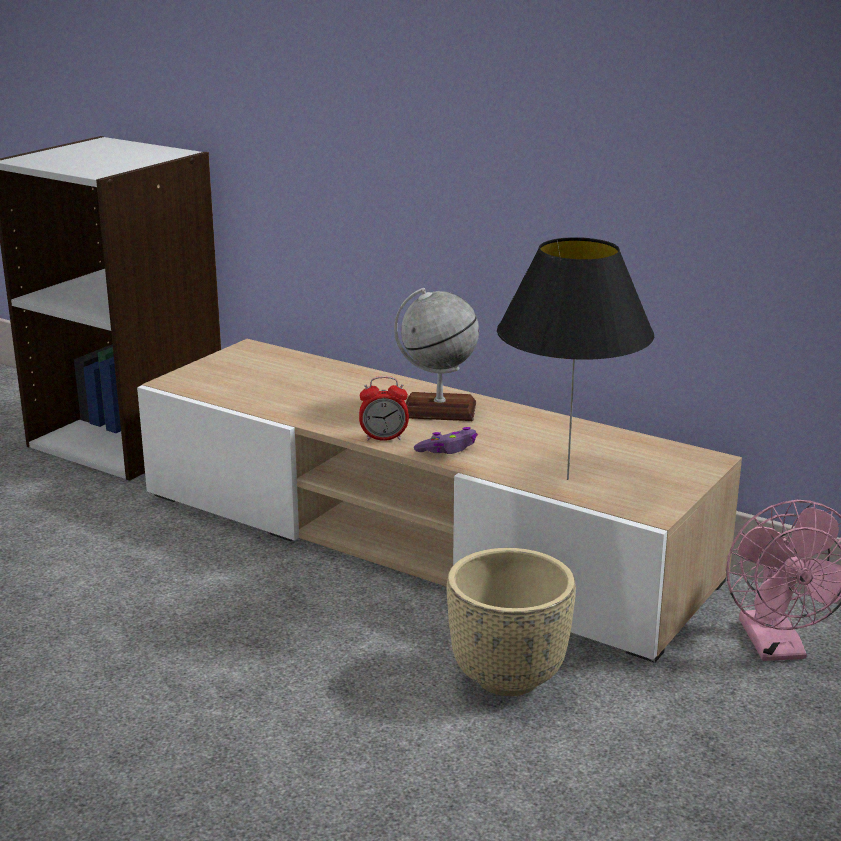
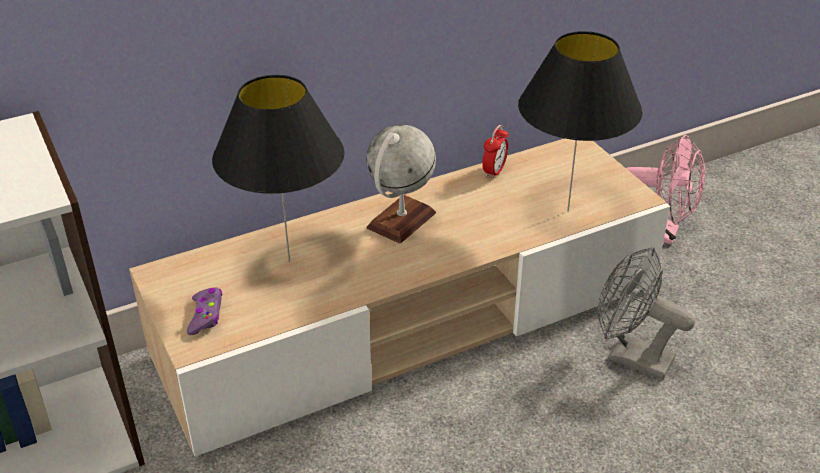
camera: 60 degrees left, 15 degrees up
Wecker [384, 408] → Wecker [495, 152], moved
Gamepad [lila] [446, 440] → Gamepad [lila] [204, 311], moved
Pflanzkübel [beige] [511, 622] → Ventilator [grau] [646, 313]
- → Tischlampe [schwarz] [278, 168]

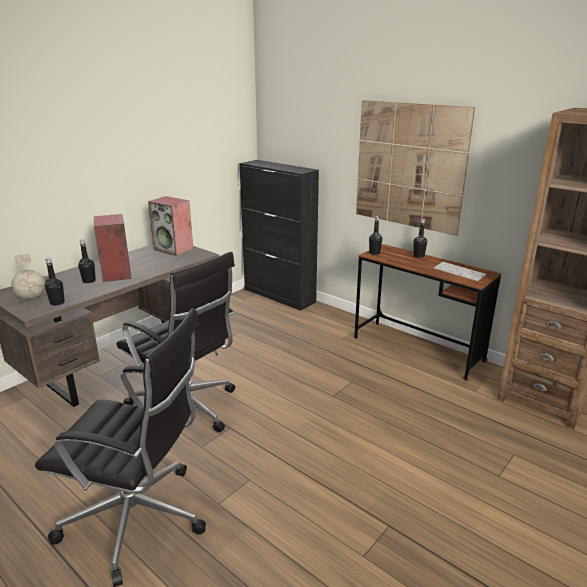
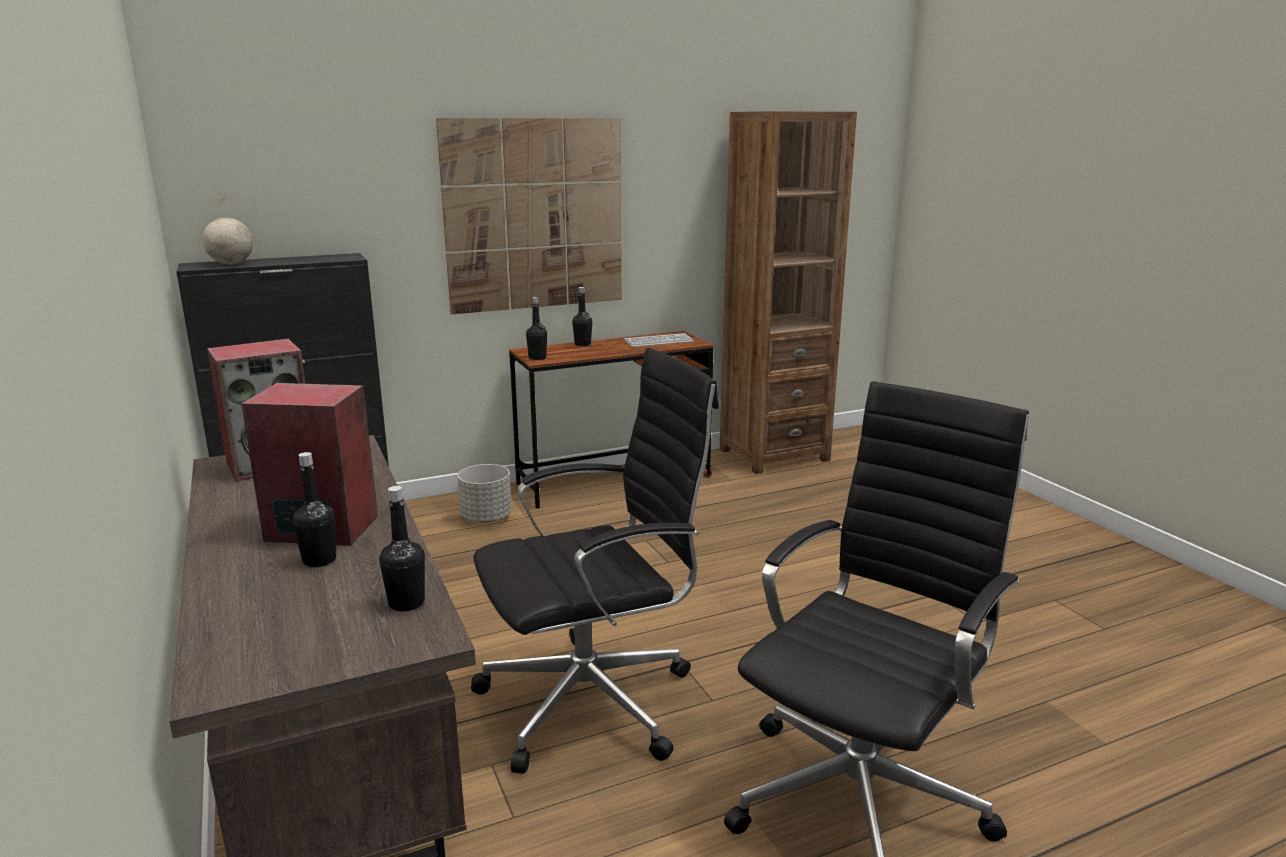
camera: 65 degrees left, 5 degrees down
Globus [28, 276] → Globus [228, 228], moved
- → Pflanzkübel [grau] [484, 493]

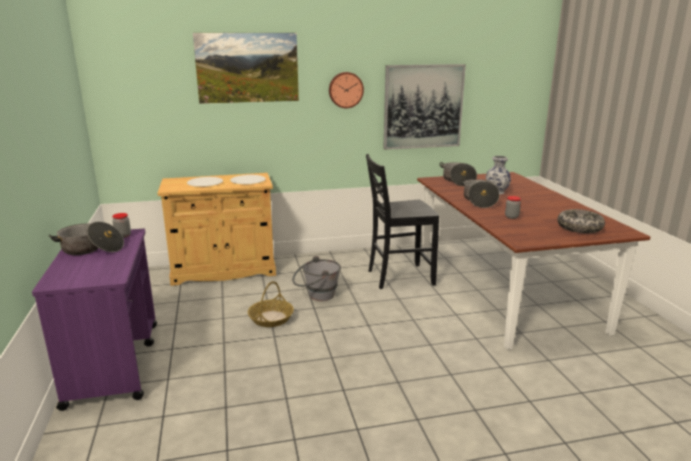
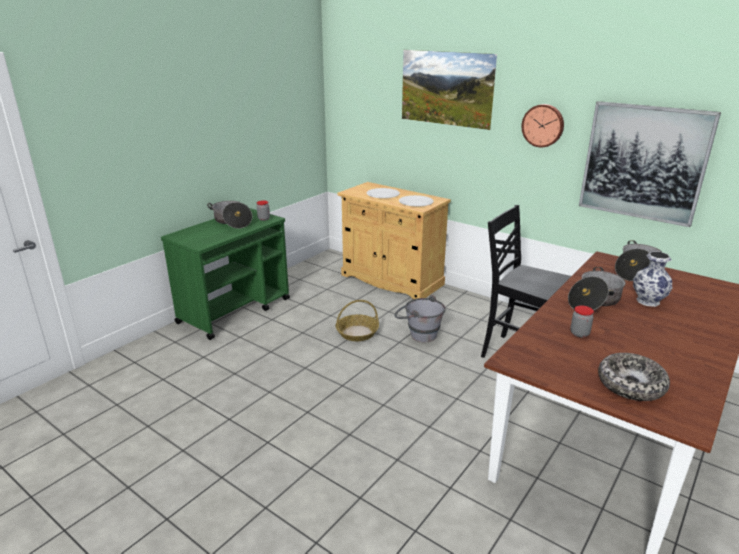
camera: 50 degrees right, 5 degrees up
Rollwagen [lila] [94, 320] → Rollwagen [grün] [225, 274]

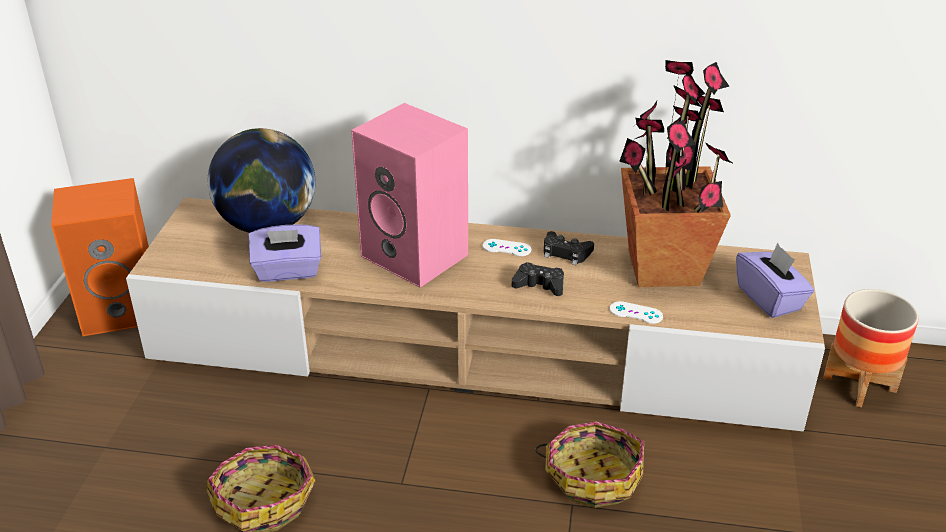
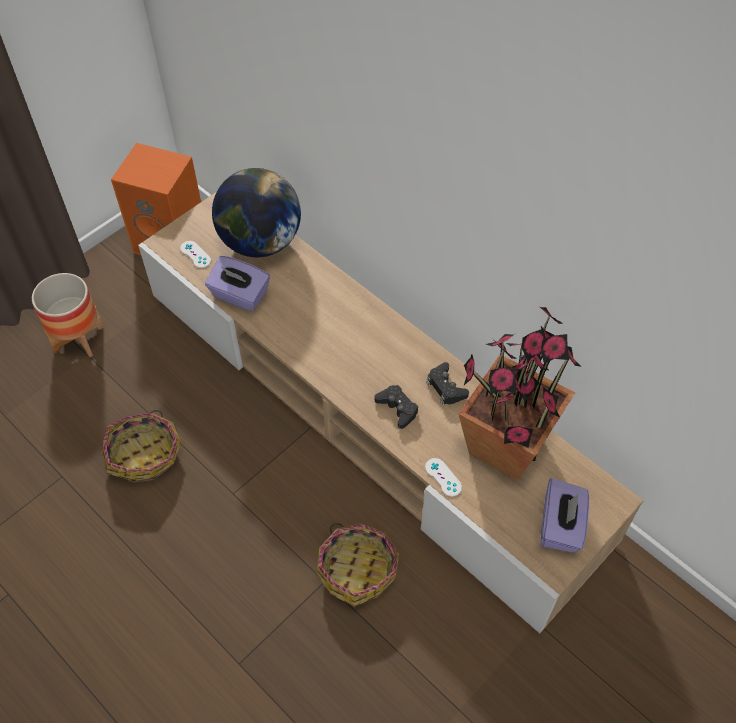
camera: 35 degrees right, 20 degrees up
Lautsprecher [rosa] [409, 195] → -
Gamepad [weiß] [507, 247] → Gamepad [weiß] [195, 254], moved
Pflanzkübel [871, 348] → Pflanzkübel [68, 315], moved

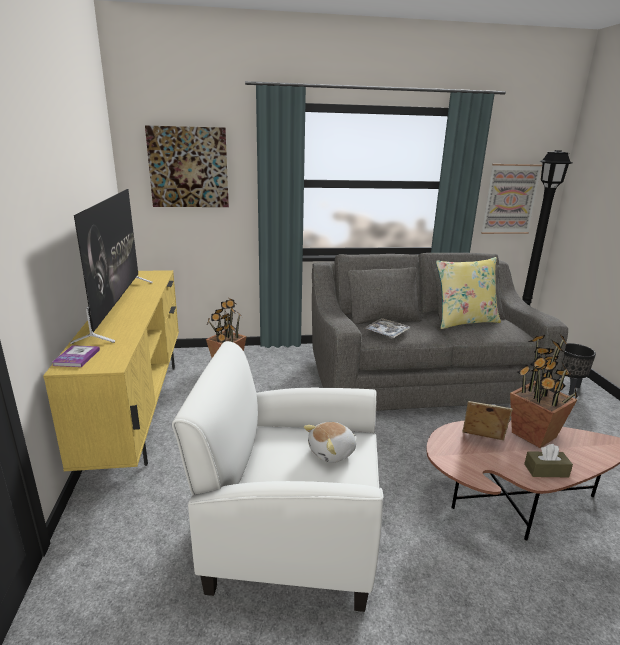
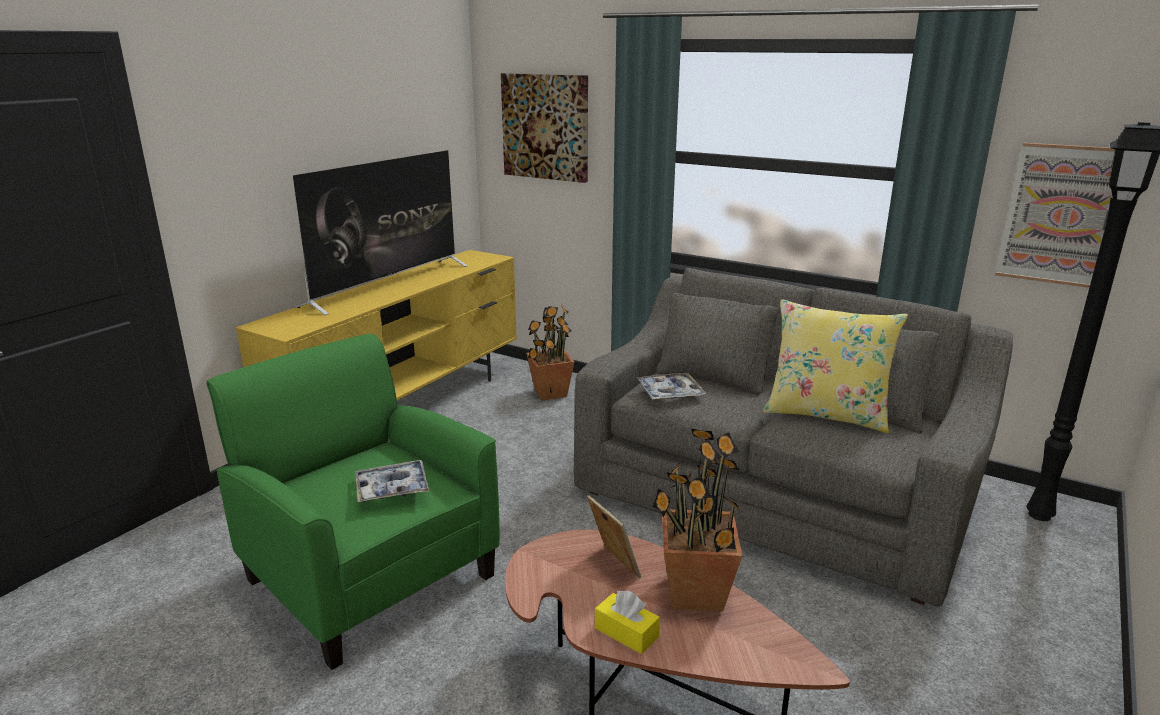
camera: 40 degrees right, 0 degrees up
Sessel [weiß] [277, 476] → Sessel [grün] [353, 502]
Pflanzkübel [schwarz] [577, 369] → -
Buch [76, 356] → -
Plüschtier [330, 442] → Tablett [392, 481]
Taschentuchbox [braun] [548, 460] → Taschentuchbox [gelb] [627, 622]

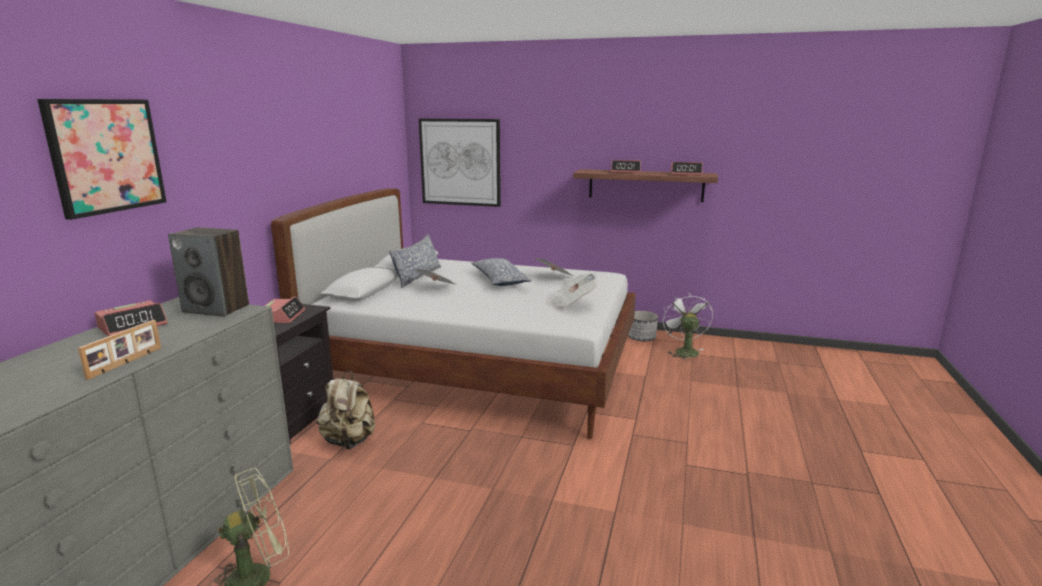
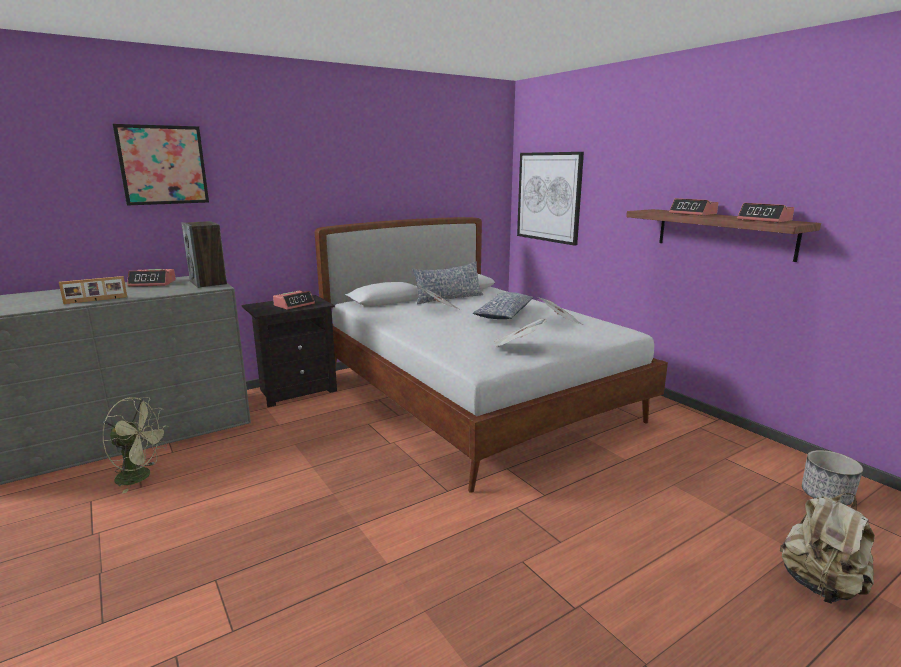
camera: 40 degrees right, 0 degrees up
Ventilator [weiß] [687, 326] → -
Pflanzkübel [643, 326] → Pflanzkübel [832, 477], moved
Rucksack [beige] [346, 410] → Rucksack [beige] [827, 548], moved

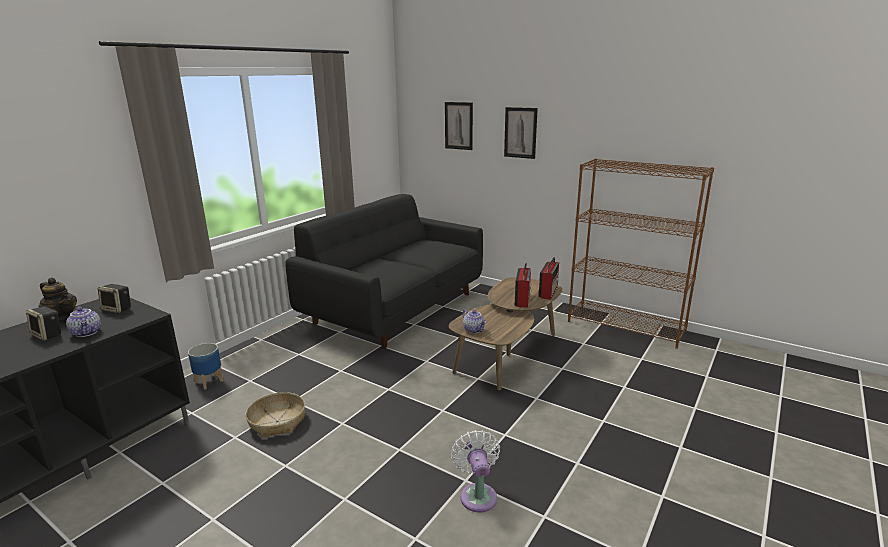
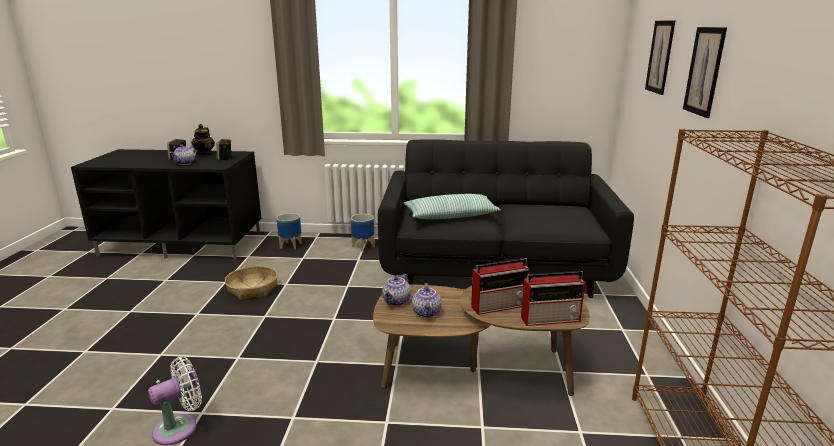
camera: 60 degrees right, 0 degrees up
- → Kissen [452, 206]
- → Pflanzkübel [363, 232]
- → Teekanne [427, 300]

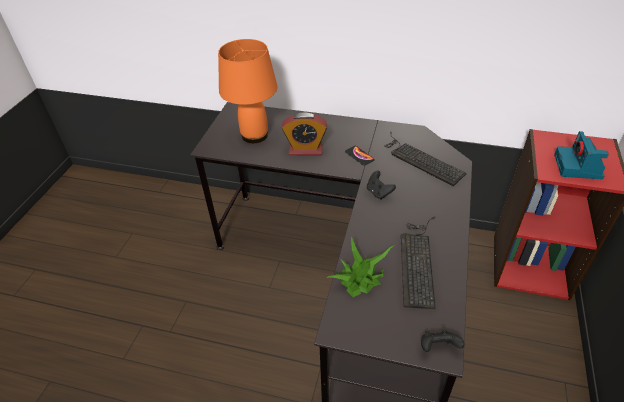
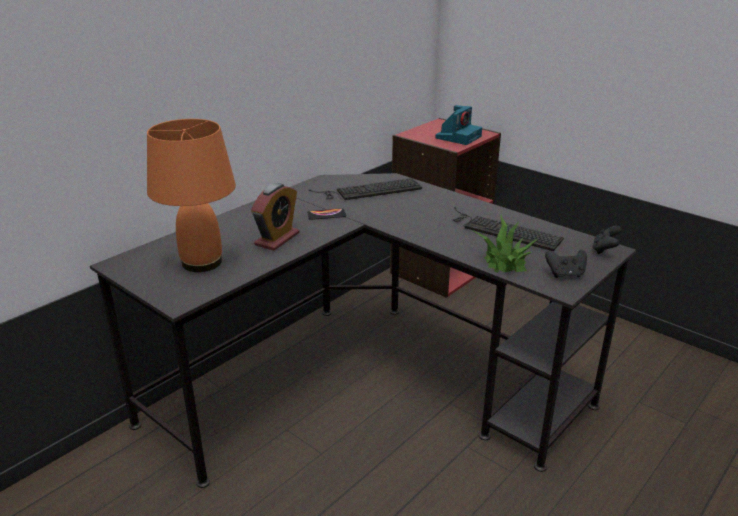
camera: 65 degrees left, 15 degrees down
Kamera [581, 155] → Kamera [459, 125], 90 degrees counterclockwise
Gamepad [schwarz] [381, 185] → Gamepad [schwarz] [566, 263], moved

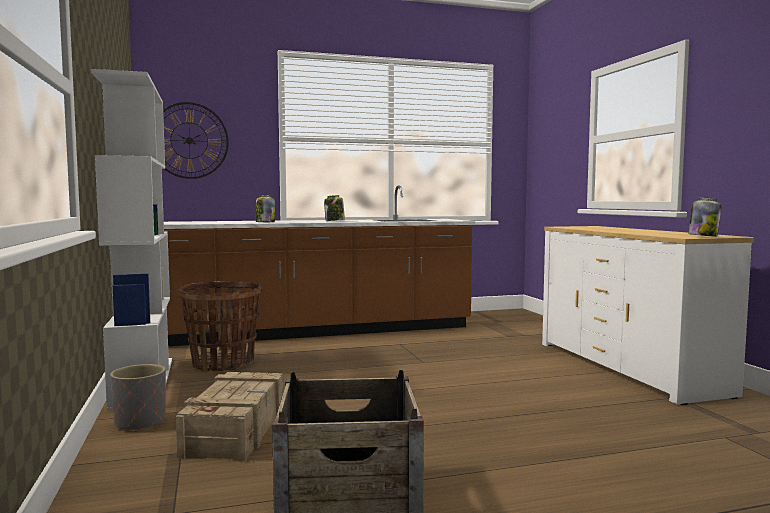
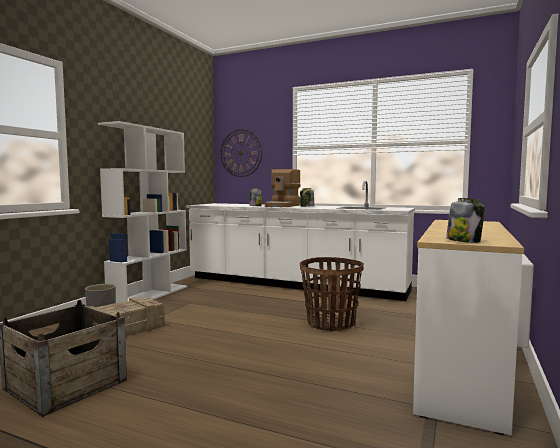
camera: 40 degrees right, 0 degrees up
Küchenzeile [braun] [319, 265] → Küchenzeile [weiß] [300, 240]
Korb [220, 326] → Korb [332, 294], moved
- → Kaffeemaschine [283, 188]

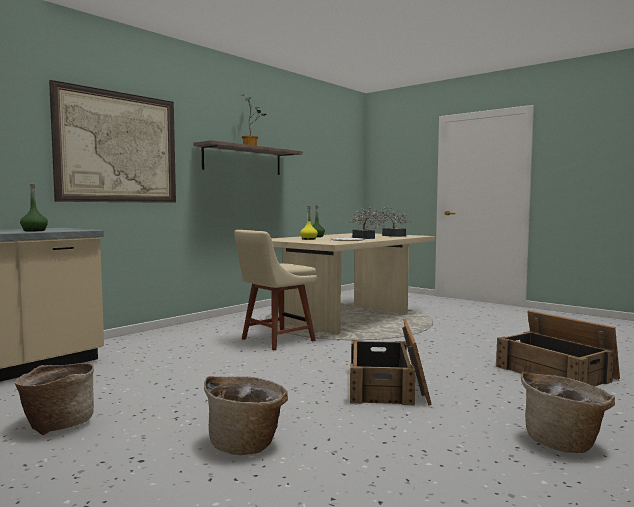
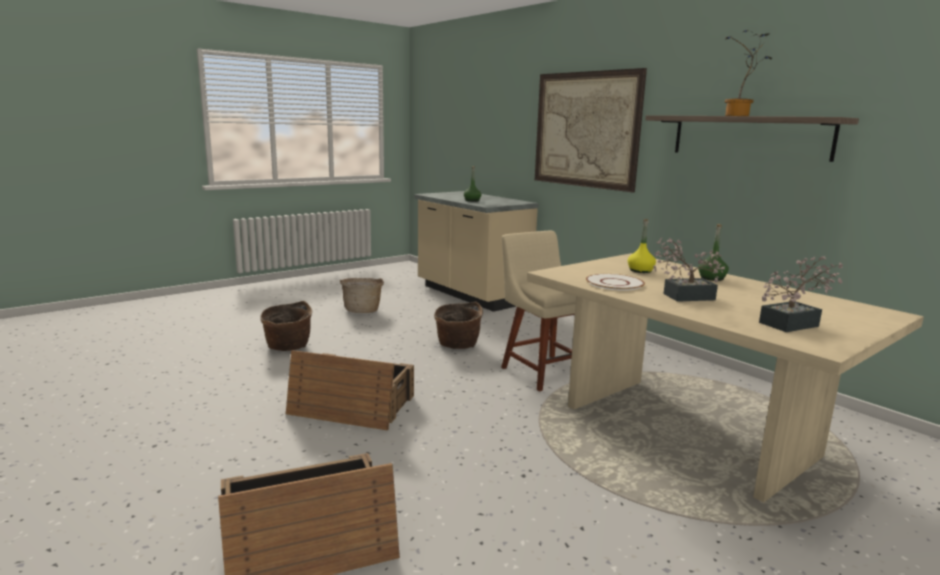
camera: 100 degrees right, 10 degrees up
Korb [568, 412] → Korb [458, 325], moved

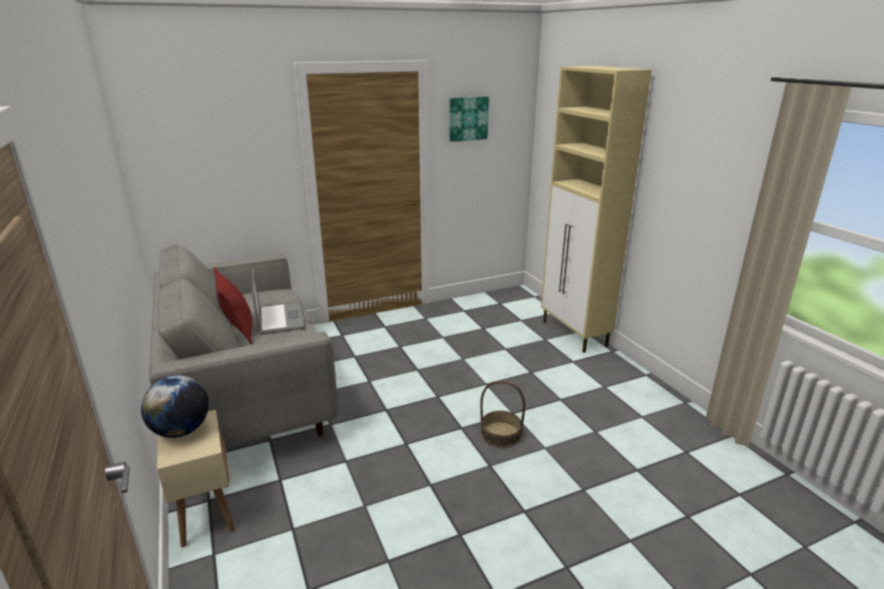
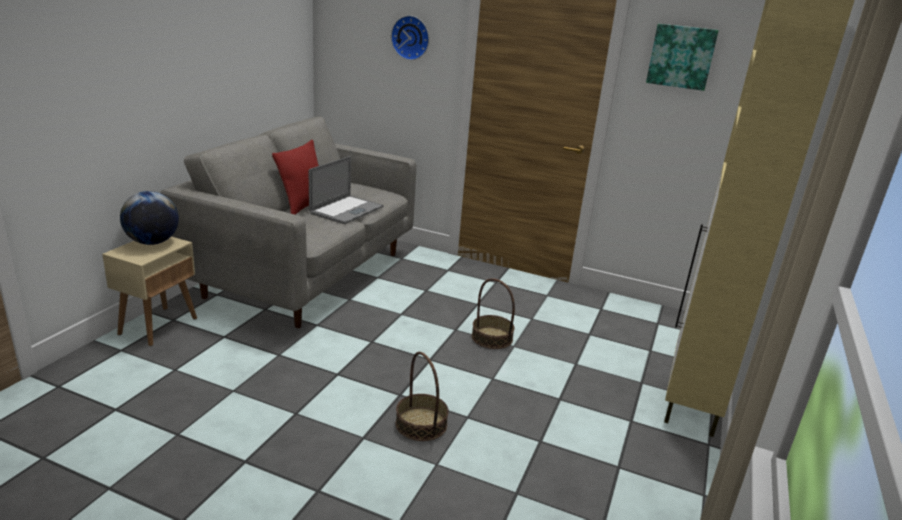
camera: 45 degrees right, 0 degrees up
- → Wanduhr [410, 37]
- → Korb [493, 313]

